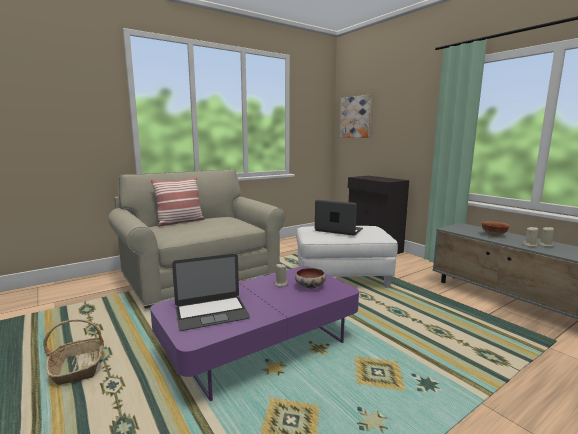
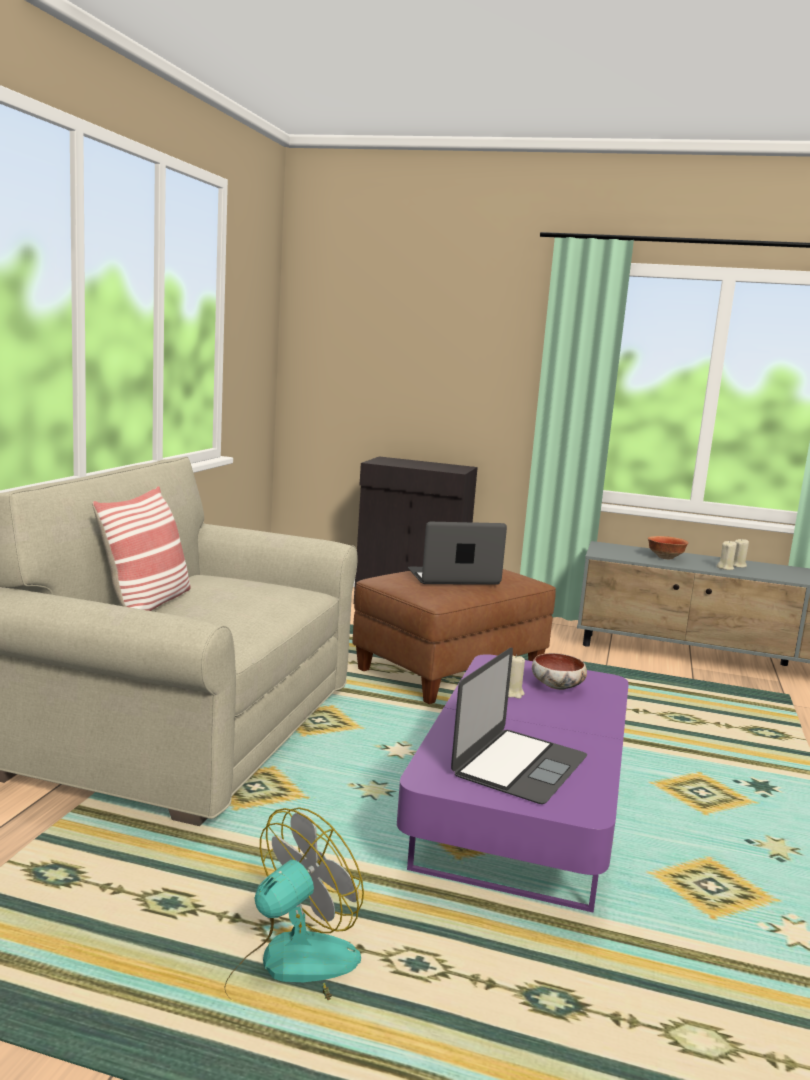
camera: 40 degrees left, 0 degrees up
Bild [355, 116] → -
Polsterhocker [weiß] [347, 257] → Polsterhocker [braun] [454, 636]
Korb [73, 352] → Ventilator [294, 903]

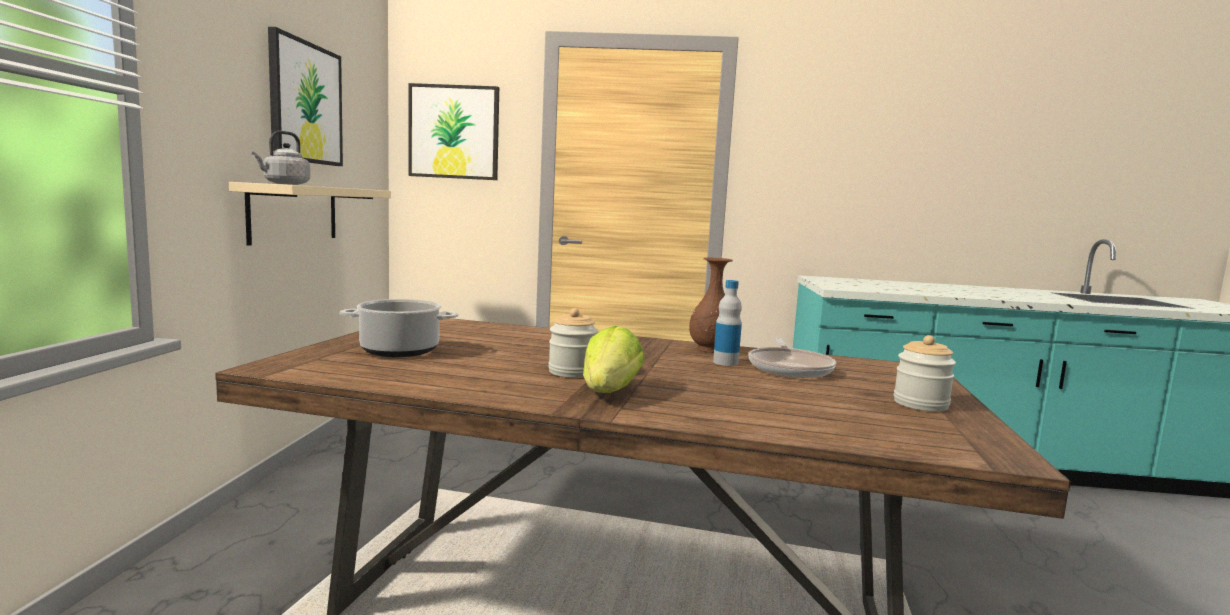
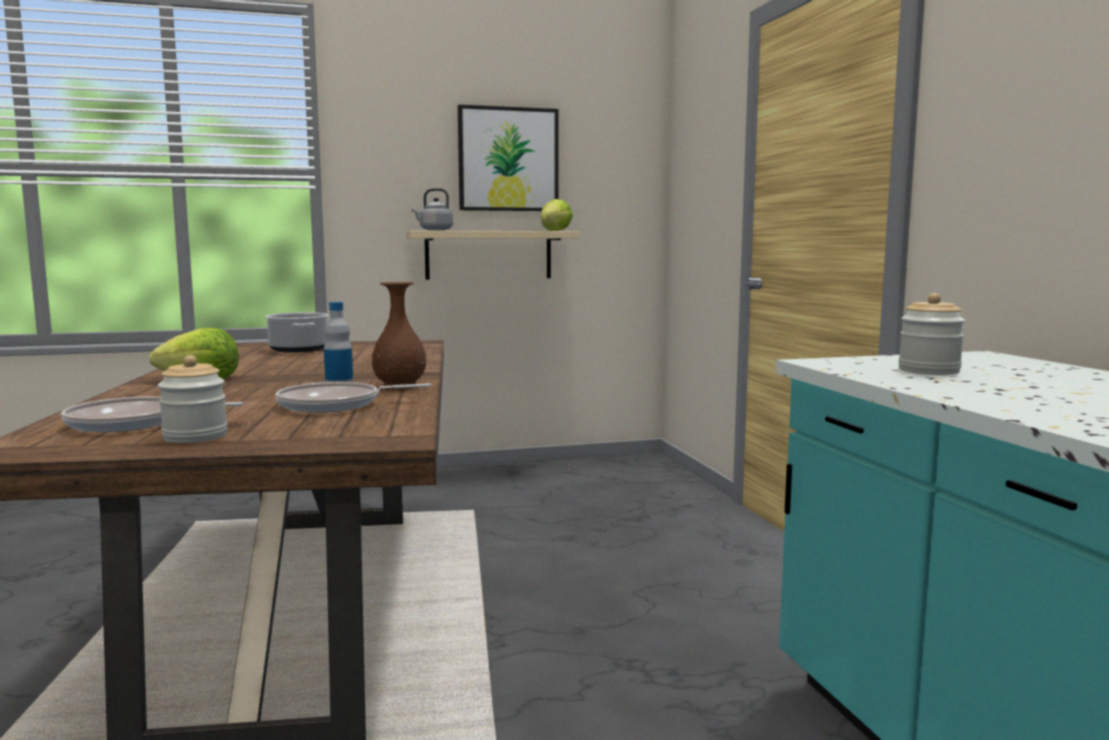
camera: 70 degrees right, 0 degrees up
Bild [453, 131] → -
Vorratsglas [573, 343] → Vorratsglas [931, 334], moved
- → Salatkopf [557, 215]
- → Pfanne [152, 414]

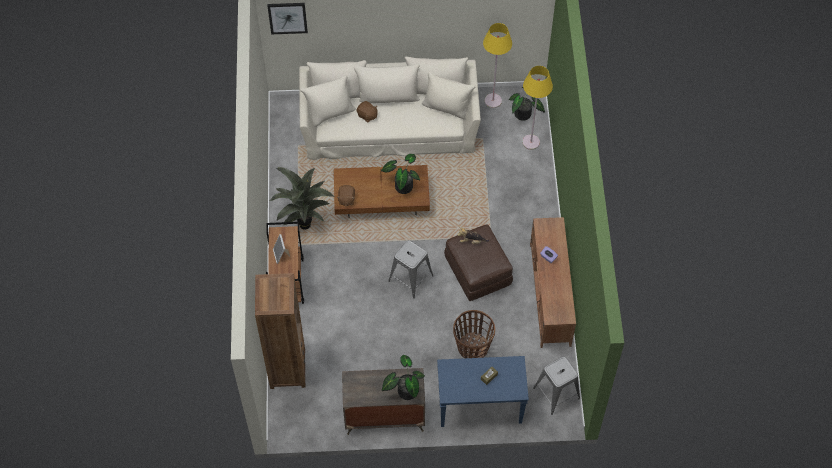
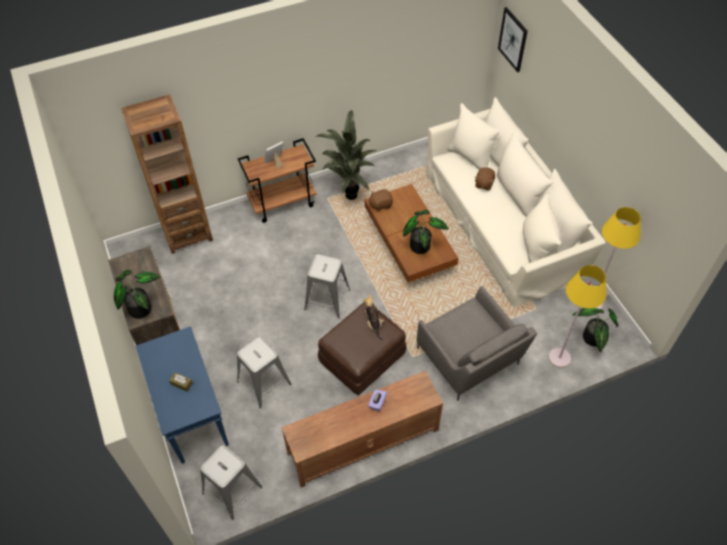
camera: 70 degrees right, 5 degrees down
Korb [474, 334] → Hocker [grau] [264, 372]
- → Sessel [grau] [477, 343]

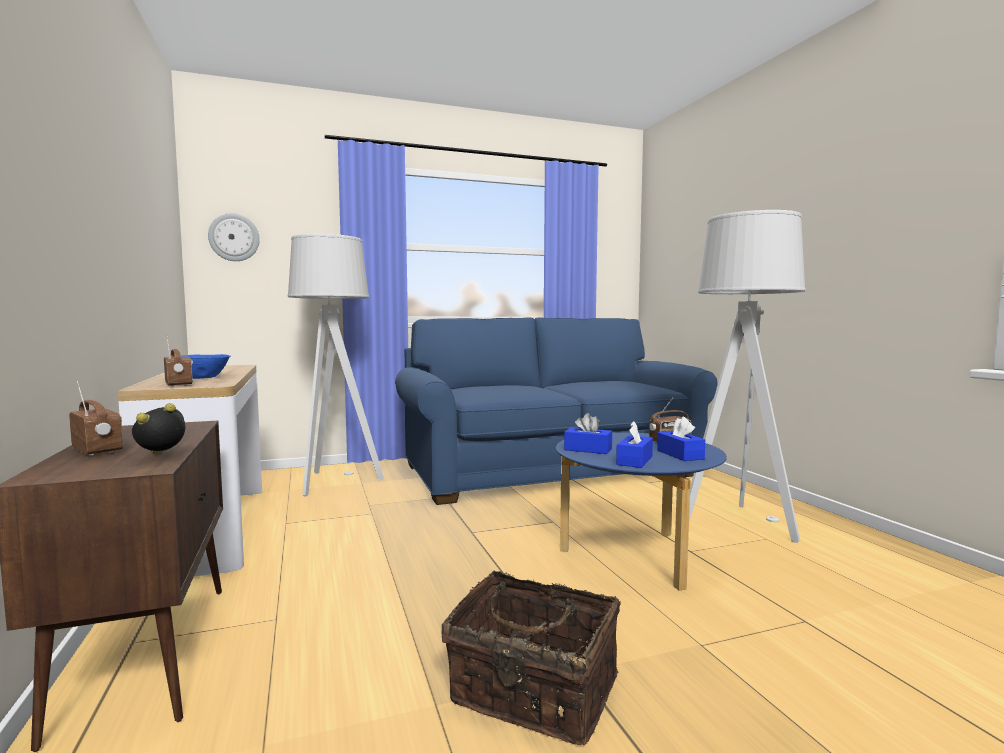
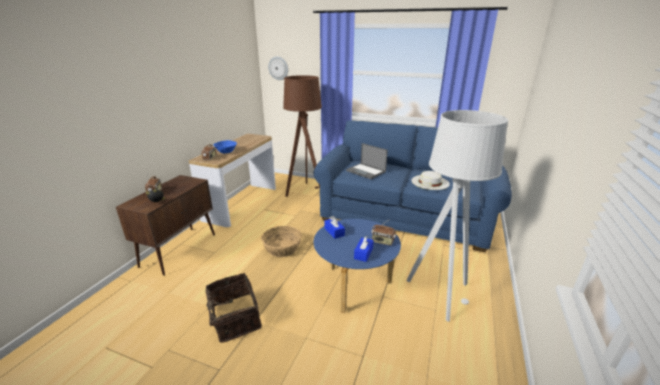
camera: 40 degrees right, 20 degrees up
Stehlampe [grau] [336, 365] → Stehlampe [braun] [302, 136]
Taschentuchbox [blau] [634, 444] → -
- → Laptop [367, 161]
- → Hut [weiß] [430, 180]
- → Korb [281, 241]

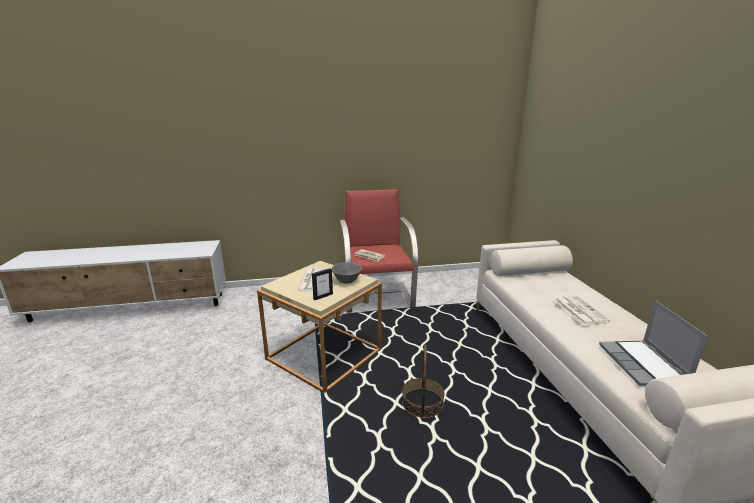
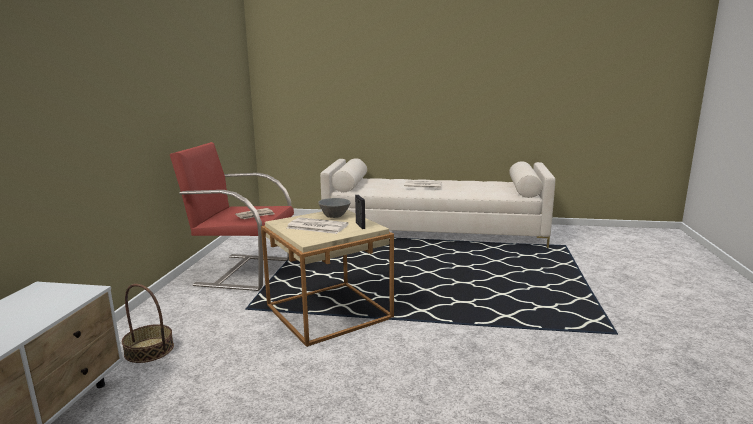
camera: 70 degrees left, 5 degrees down
Laptop [653, 343] → -
Korb [423, 381] → Korb [148, 323], moved

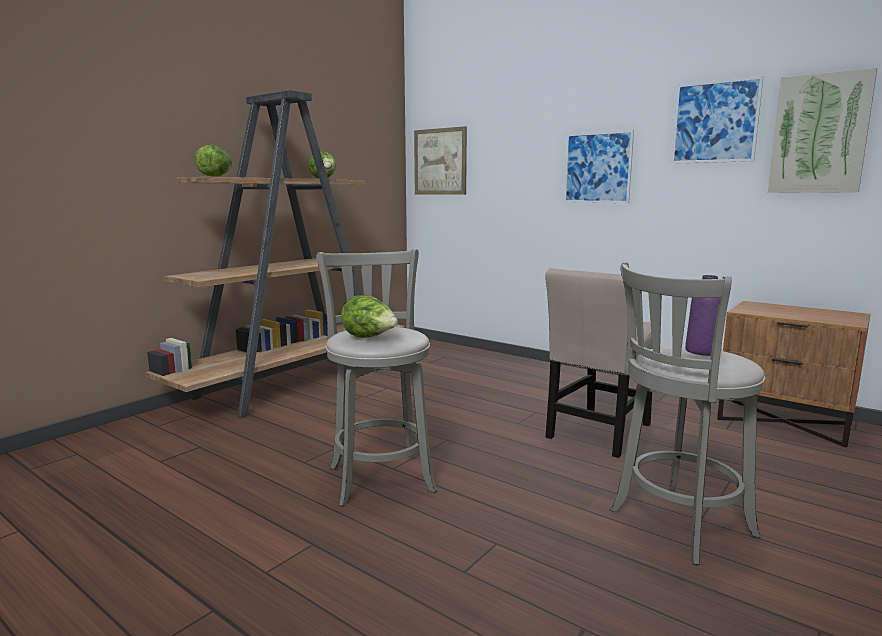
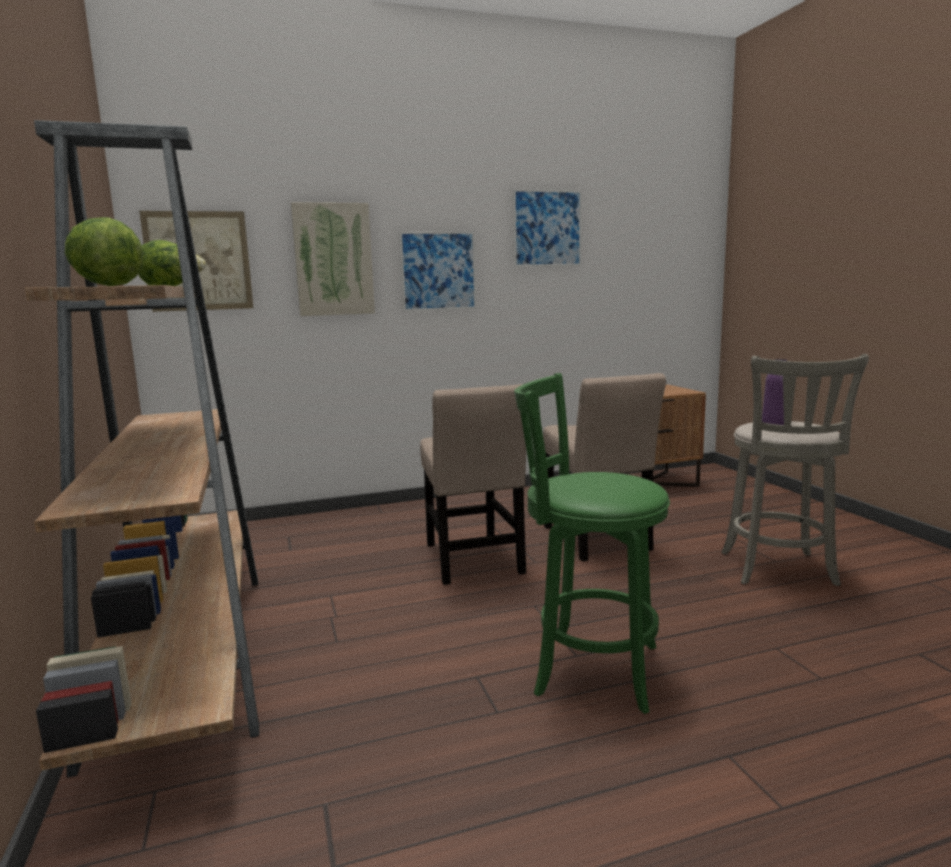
camera: 55 degrees left, 0 degrees up
Bild [822, 130] → Bild [333, 259], moved
Hocker [grau] [376, 378] → Hocker [grün] [592, 543]
Salatkopf [369, 316] → -
- → Stuhl [beige] [473, 484]

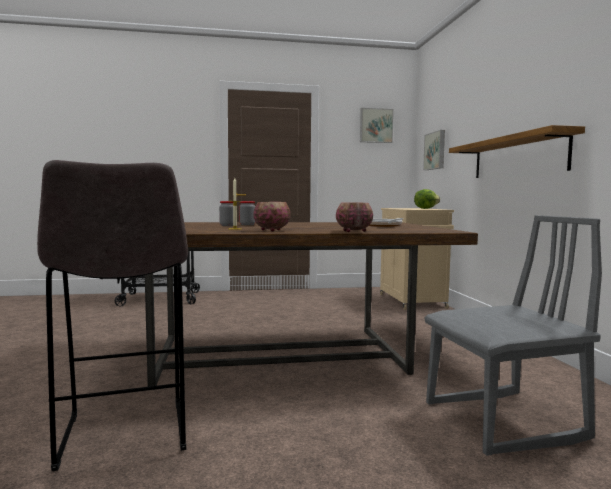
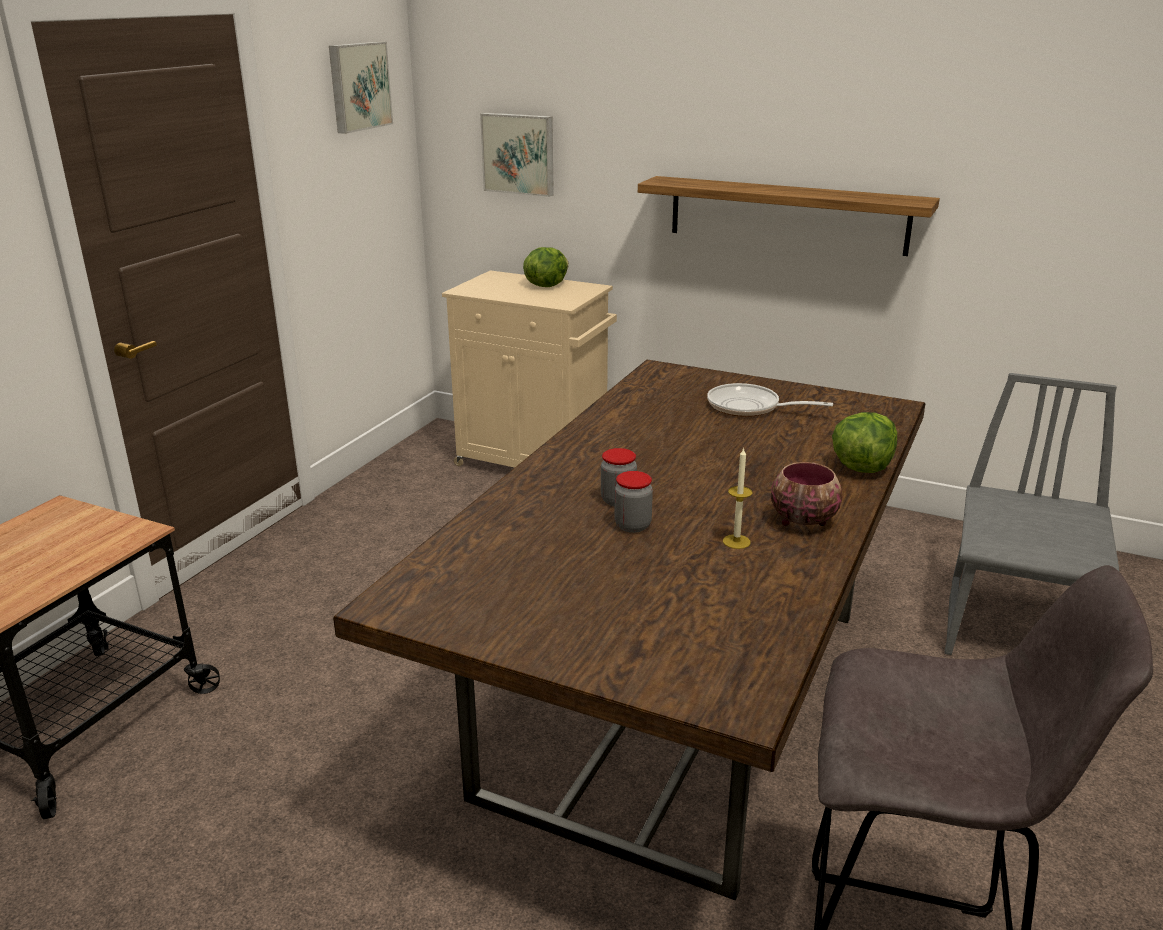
camera: 55 degrees left, 20 degrees up
Schüssel [354, 217] → Salatkopf [864, 442]

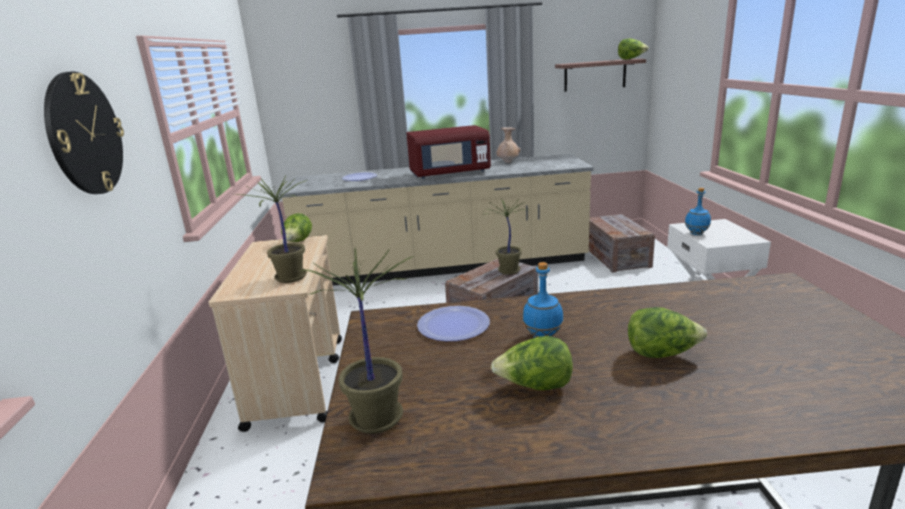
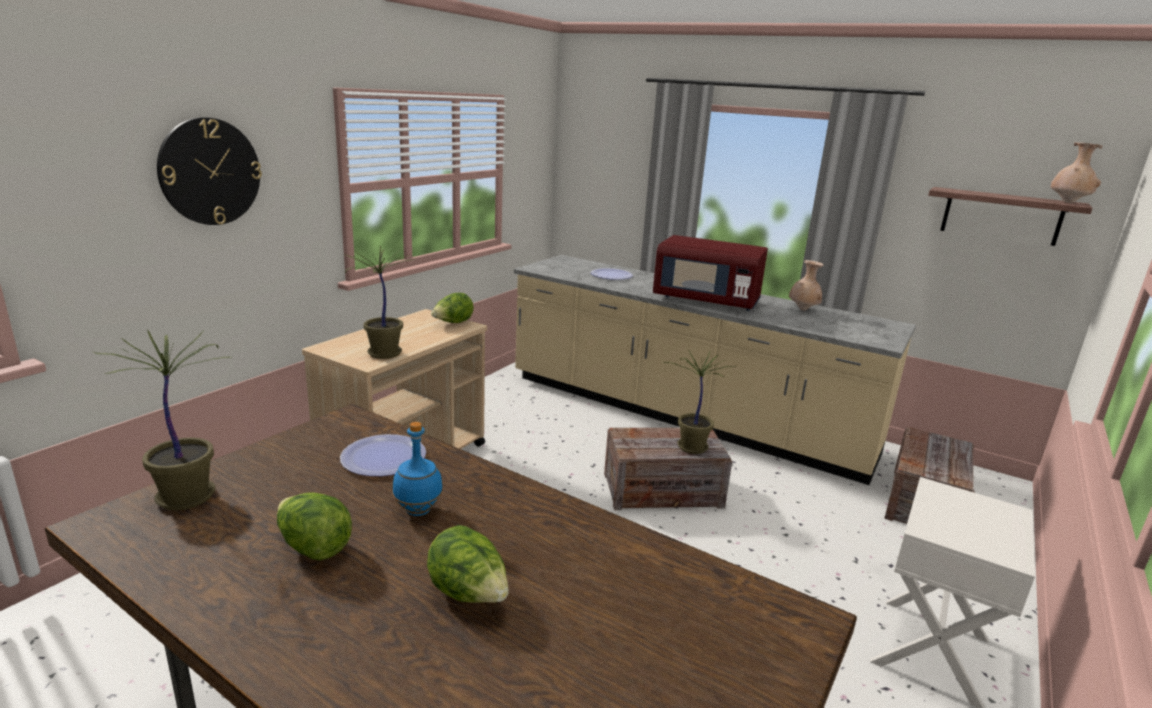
camera: 35 degrees right, 0 degrees up
Salatkopf [633, 48] → Vase [beige] [1077, 172]
Flasche [blau] [698, 211] → -

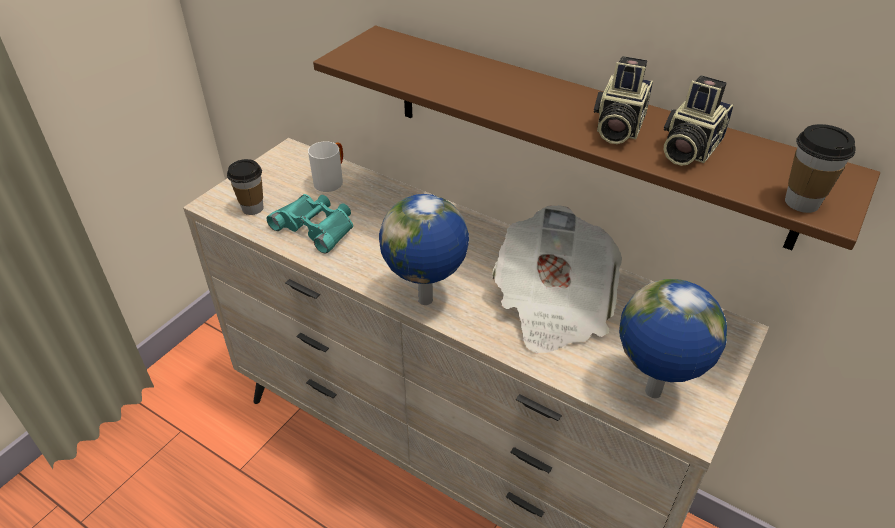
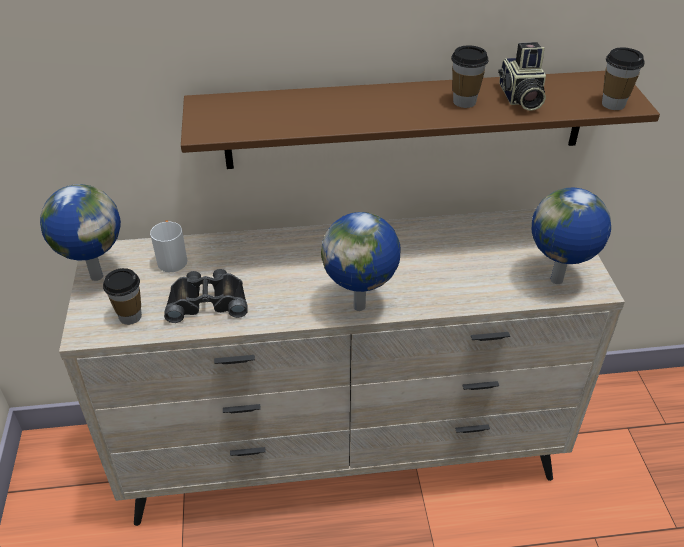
camera: 40 degrees left, 0 degrees up
Kamera [623, 100] → Tasse [470, 76]
Fernglas [türkis] [310, 224] → Fernglas [schwarz] [206, 296]
Zeitung [557, 279] → -
- → Globus [80, 232]

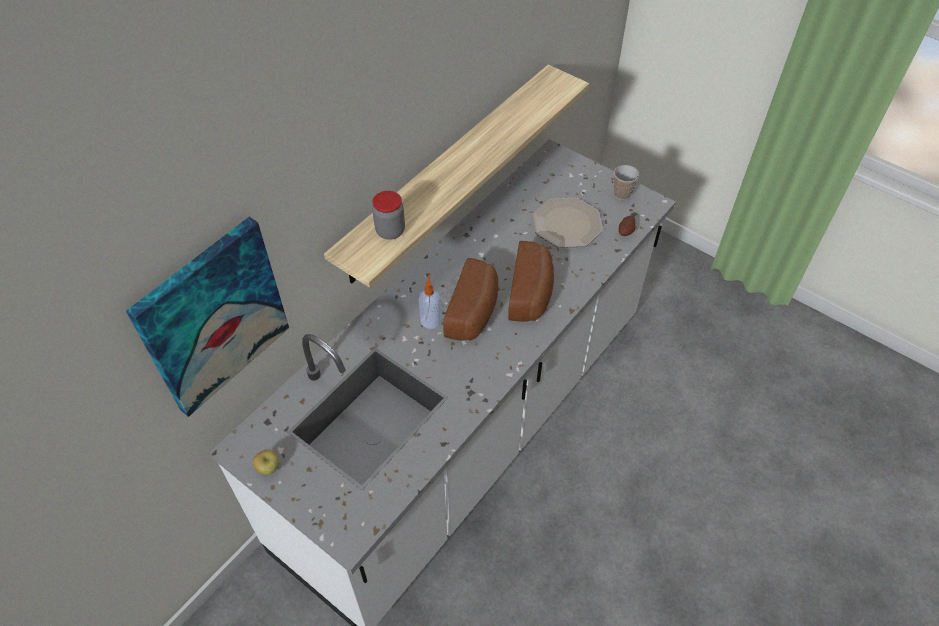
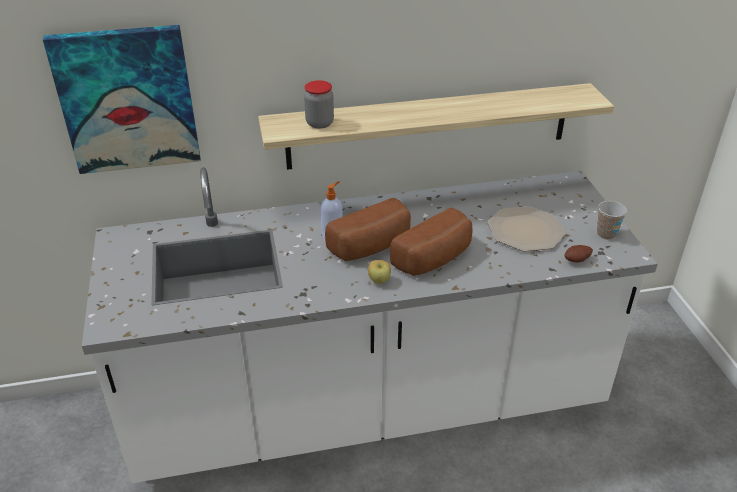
camera: 40 degrees right, 15 degrees down
Apfel [266, 462] → Apfel [379, 272], moved

